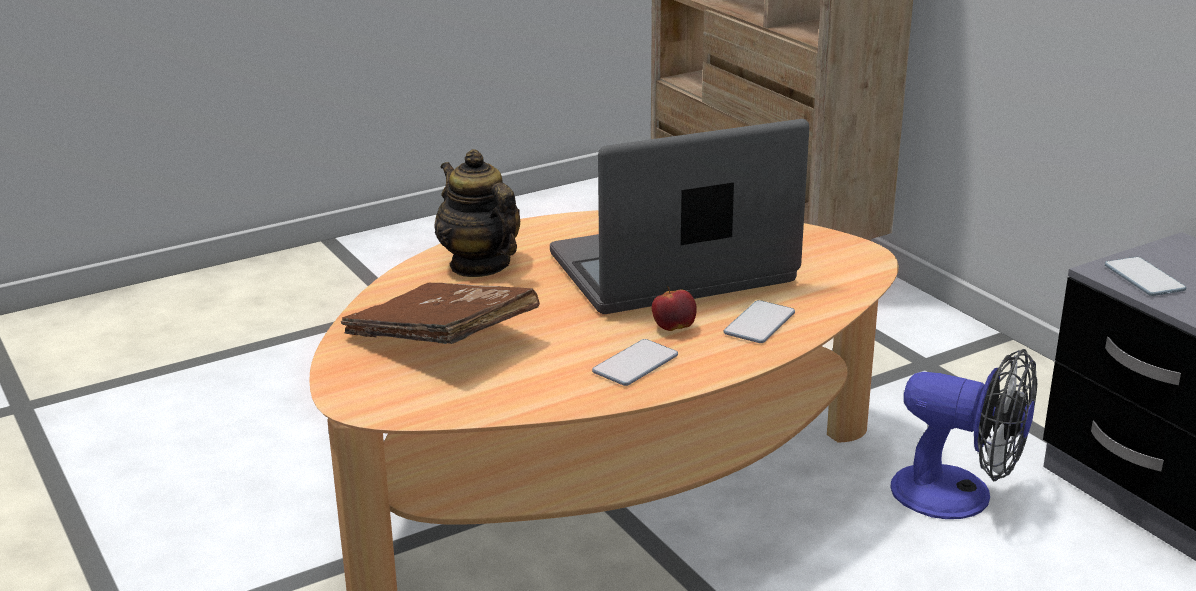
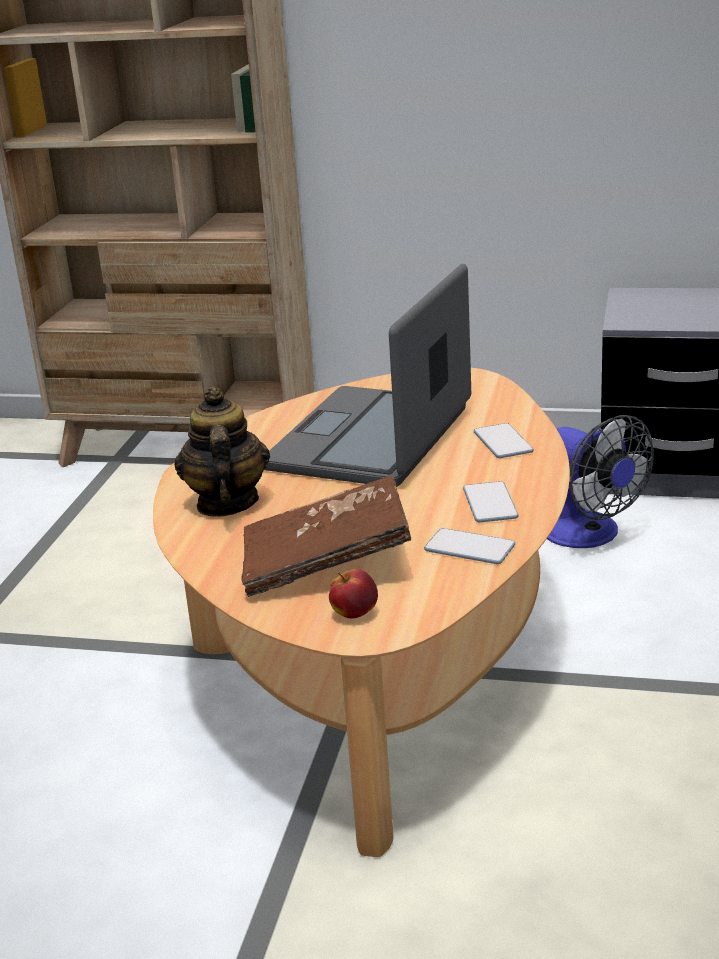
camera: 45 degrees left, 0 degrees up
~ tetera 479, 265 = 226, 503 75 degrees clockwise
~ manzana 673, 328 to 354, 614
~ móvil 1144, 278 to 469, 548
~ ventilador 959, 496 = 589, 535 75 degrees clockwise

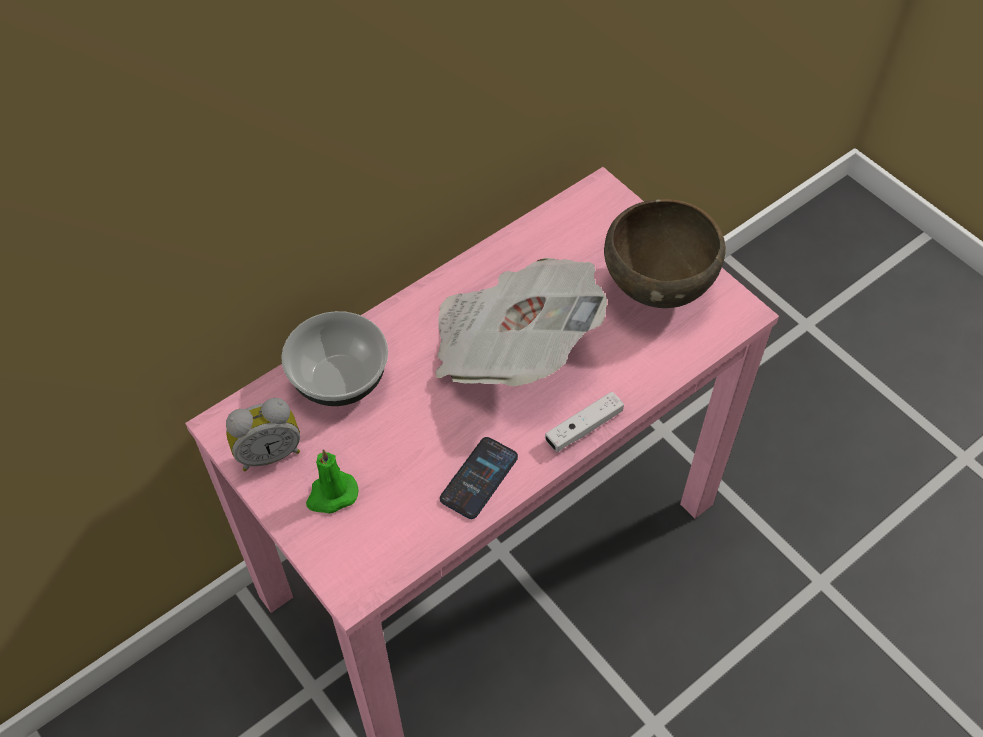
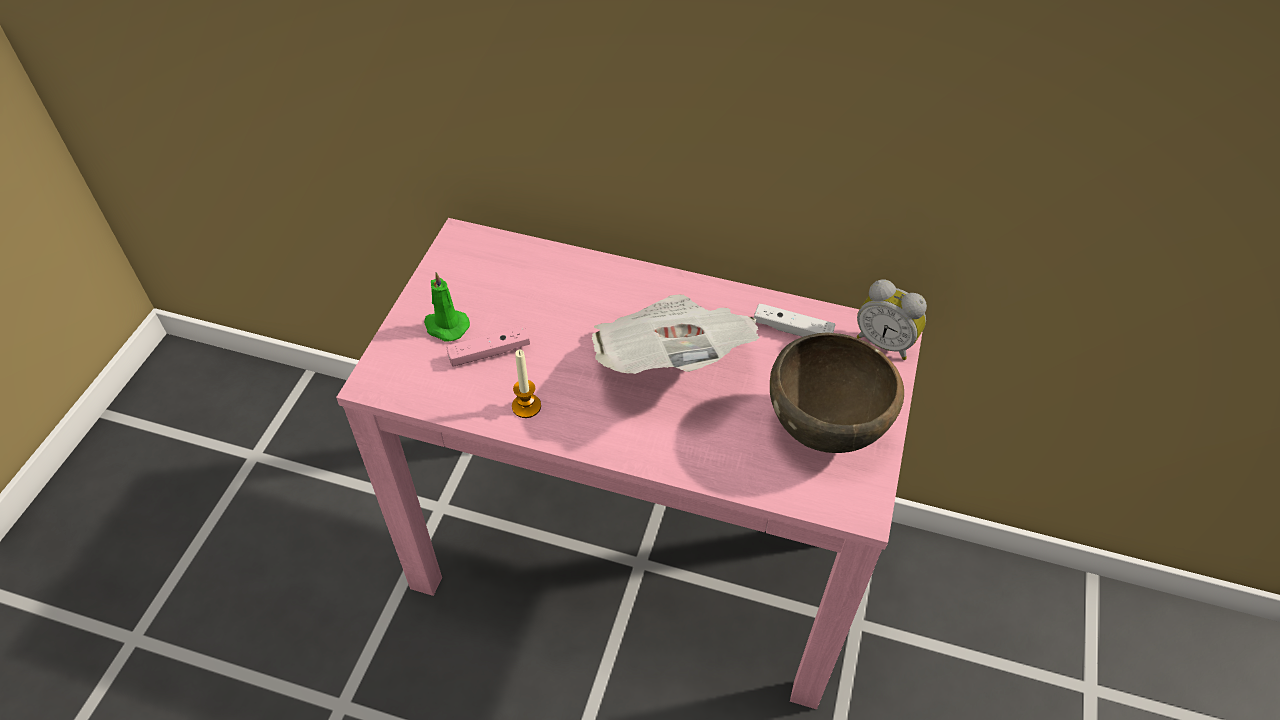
camera: 55 degrees right, 5 degrees down
+ mando de consola/rosa 489, 352
~ móvil 479, 478 to vela 526, 406
~ mando de consola/blanco 583, 428 to 792, 330
~ despertador 268, 452 to 885, 342
- cuenco 341, 379

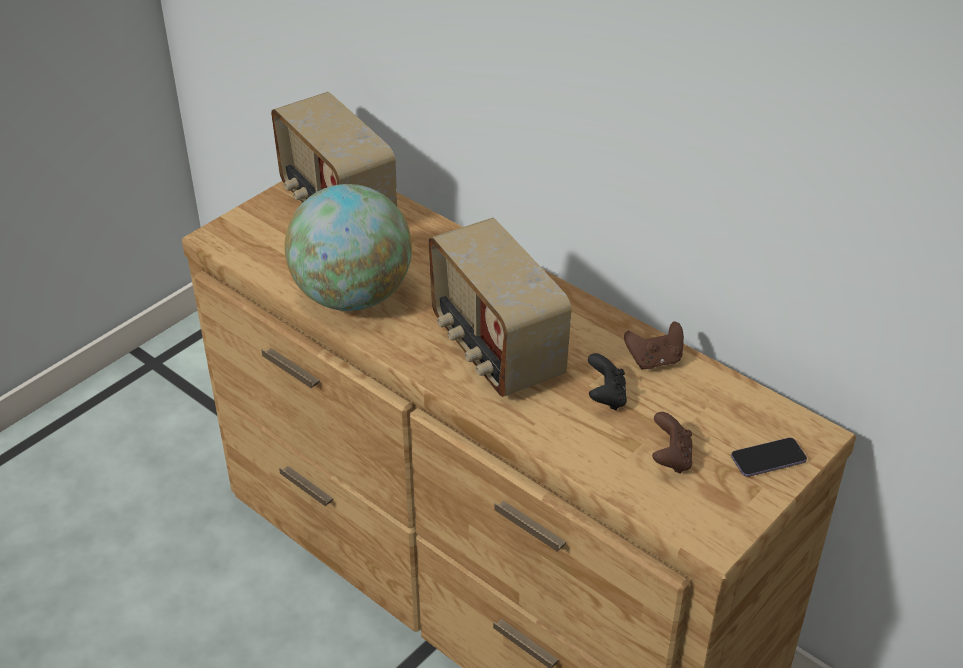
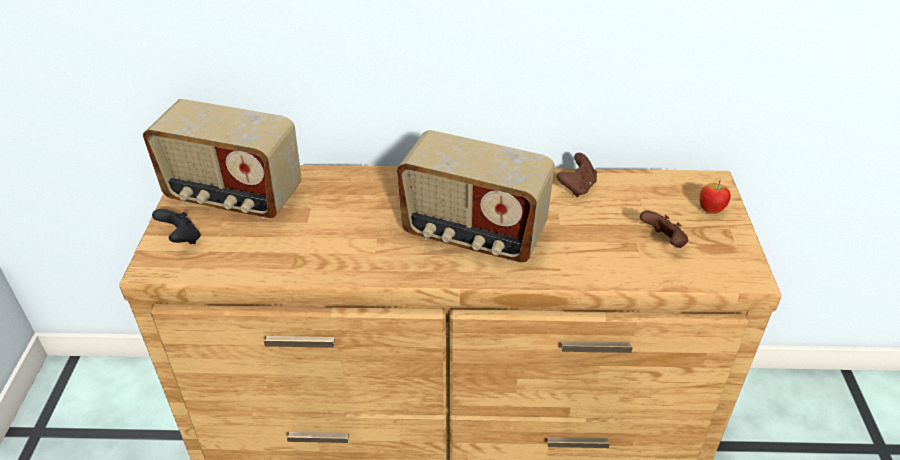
camera: 40 degrees left, 0 degrees up
~ mando de consola/negro 606, 397 to 181, 239
~ móvil 768, 459 to manzana 710, 210
- globo terráqueo 352, 296

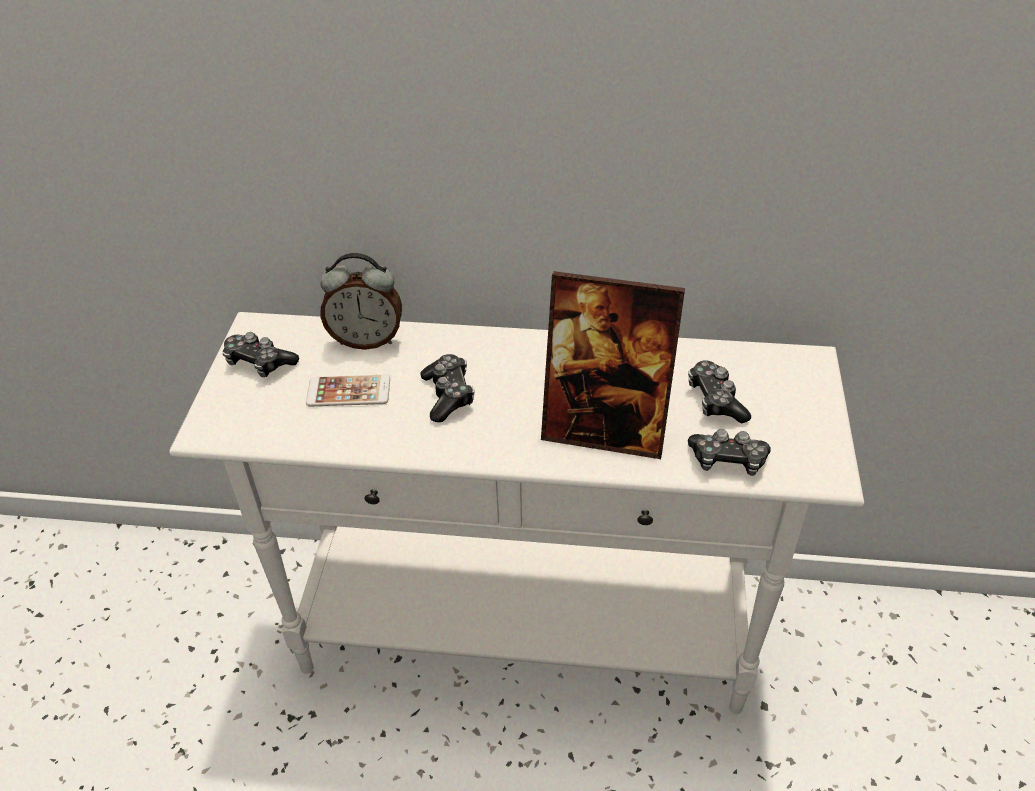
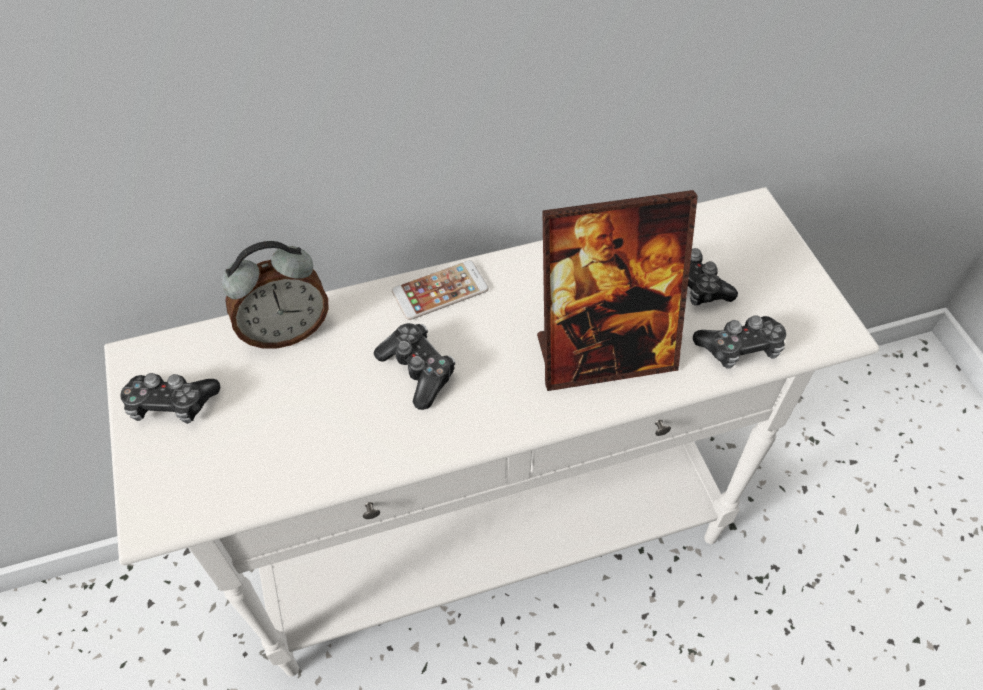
camera: 25 degrees left, 10 degrees up
~ móvil 348, 391 to 440, 290

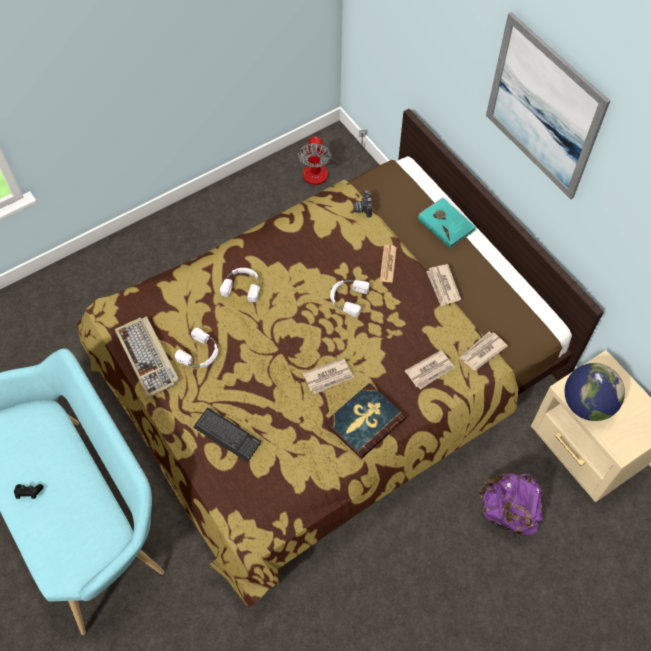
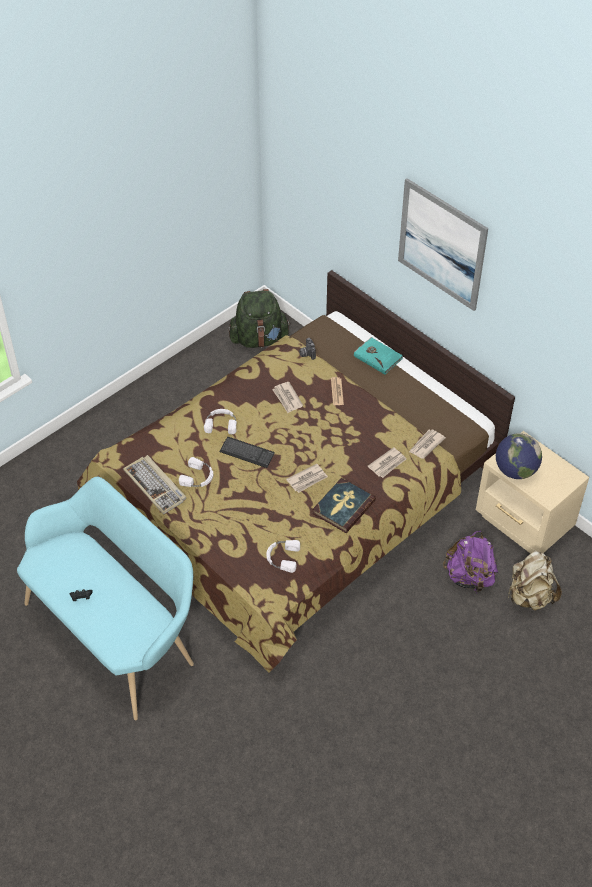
camera: 10 degrees left, 10 degrees down
~ teclado 227, 435 to 247, 453
~ ventilador 323, 170 to mochila/verde 259, 339
~ auriculares/blanco 347, 298 to 282, 557
~ periódico 443, 286 to 287, 398
+ mochila/beis 530, 596

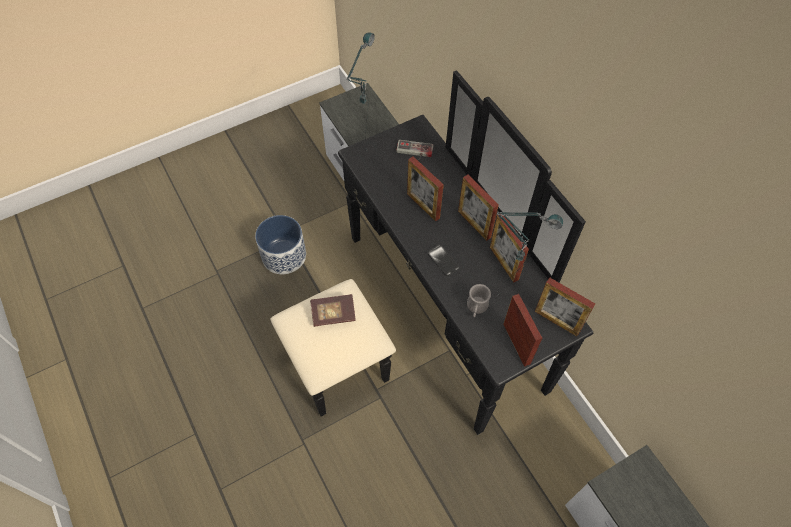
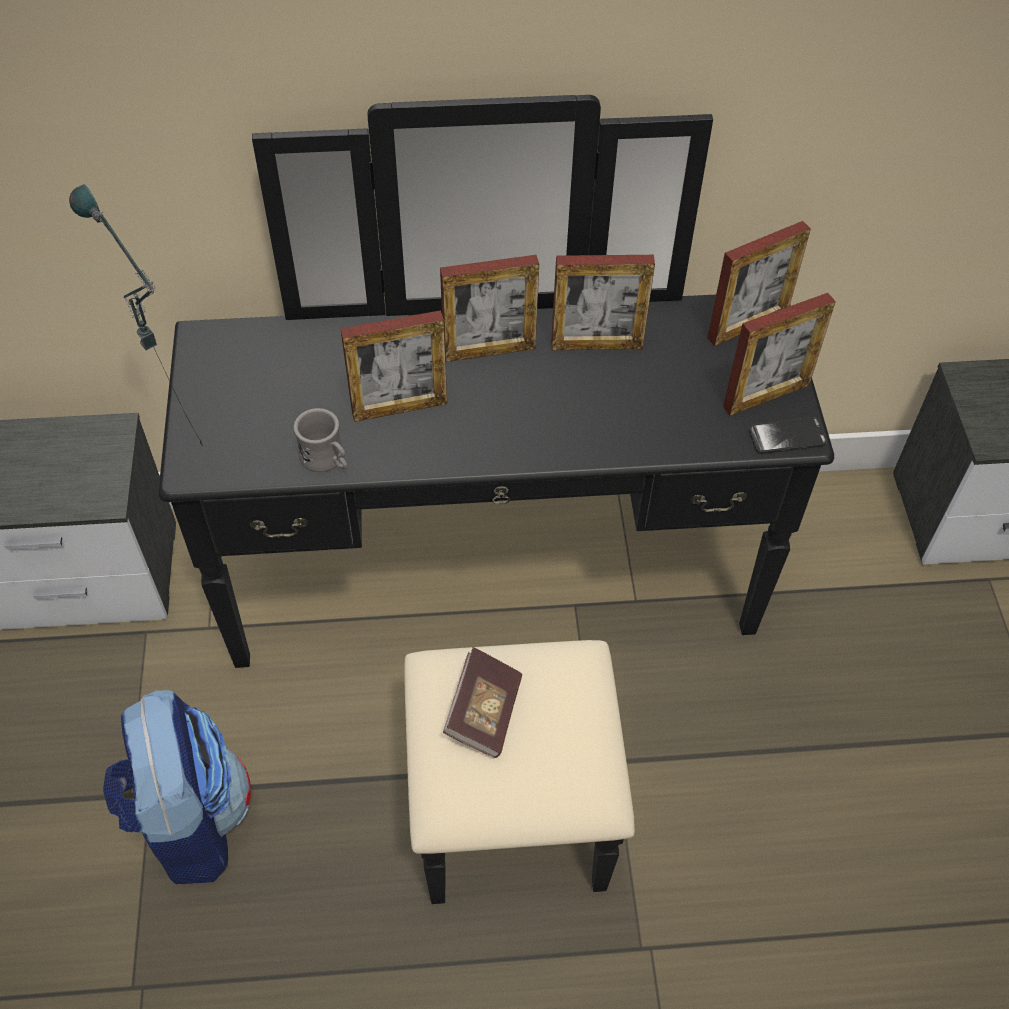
camera: 65 degrees left, 5 degrees down
~ maceta 284, 255 to mochila 189, 819
~ taza grande/gris 476, 308 to 327, 460
~ portarretratos 516, 344 = 766, 396 150 degrees clockwise
~ móvil 443, 261 to 787, 437
- mando de consola 414, 152
- lámpara de mesa 506, 292

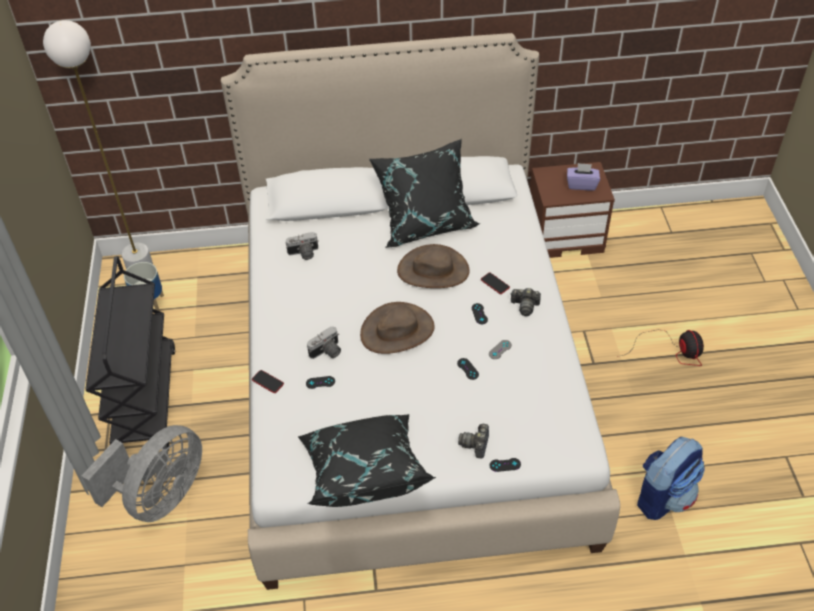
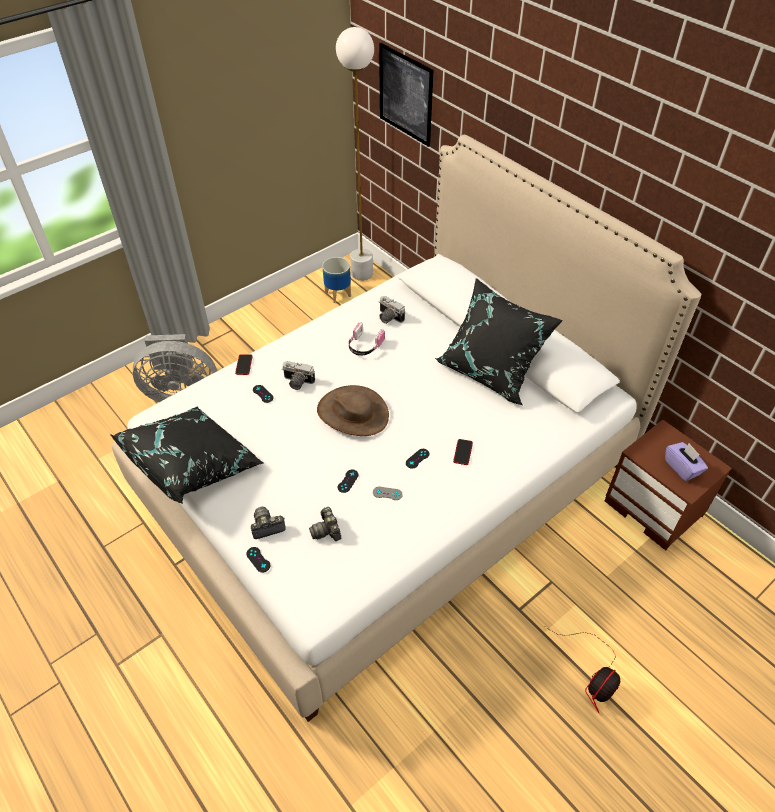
camera: 55 degrees right, 0 degrees up
~ cámara 525, 306 to 326, 530
+ auriculares 364, 346
+ cuadro 405, 95
- carrito/negro 144, 399
- sombrero/marrón 433, 270
- mochila 663, 496

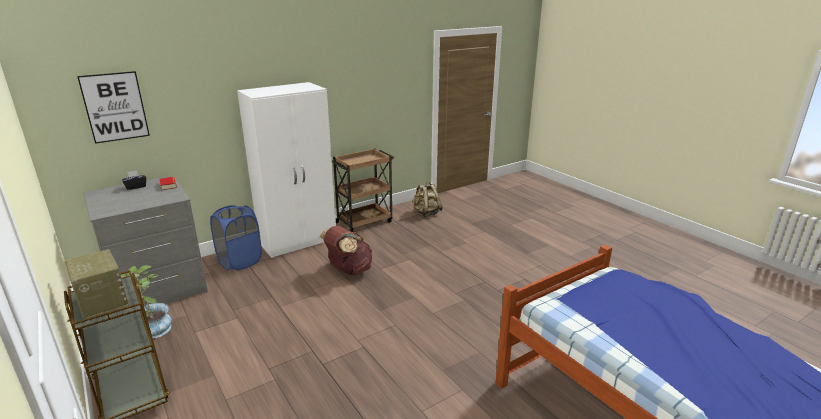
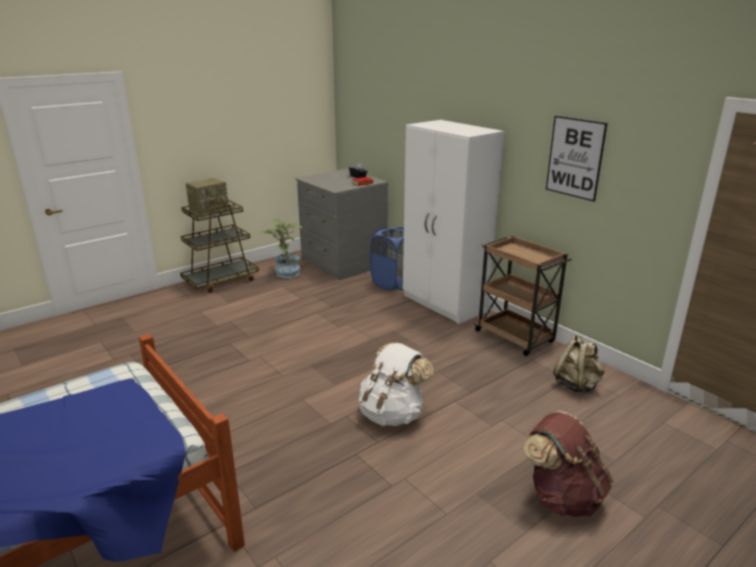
camera: 85 degrees right, 0 degrees up
+ mochila/blanco 392, 414
~ mochila/marrón 348, 270 to 562, 496
~ cuadro 115, 107 to 575, 158

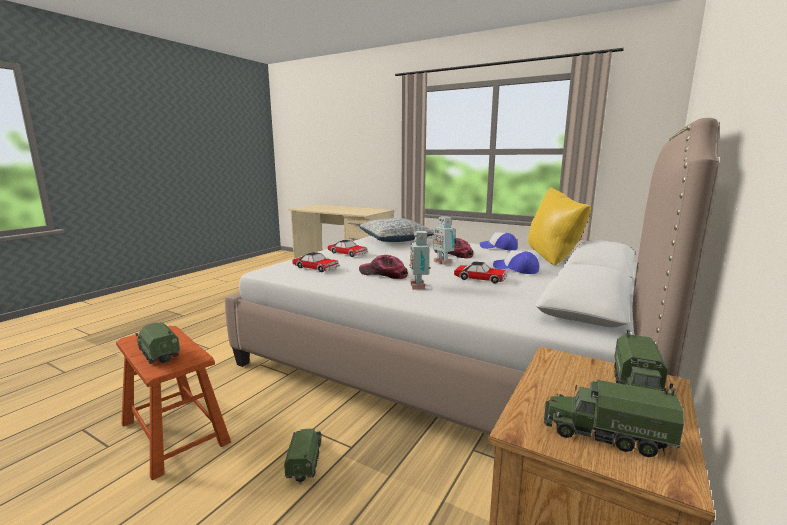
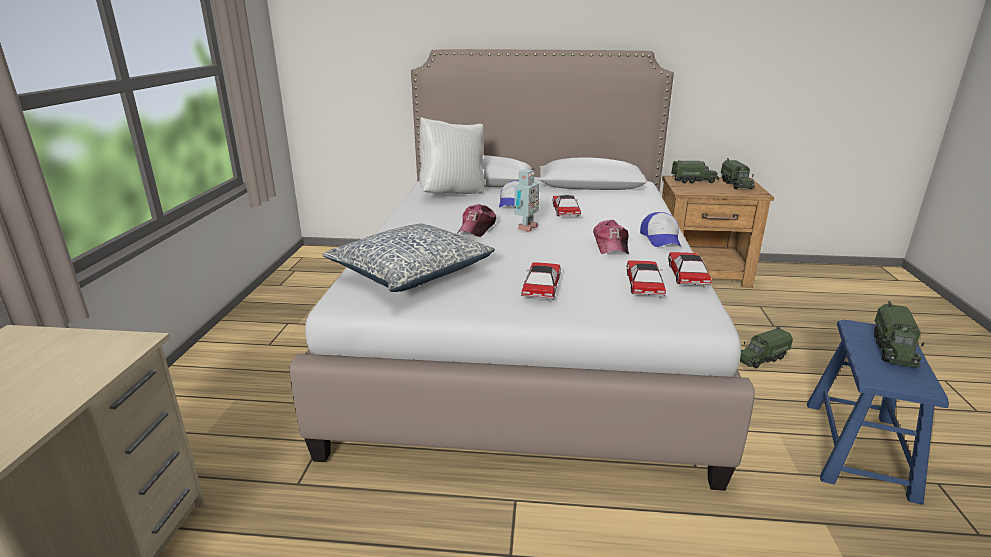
camera: 115 degrees left, 10 degrees up
~ cojín/amarillo 553, 259 to cojín/blanco 453, 194
~ gorra 498, 248 to 661, 238
+ coche de juguete 687, 275
~ taburete/marrón 174, 433 to taburete/azul 858, 448
- robot de juguete 419, 286

